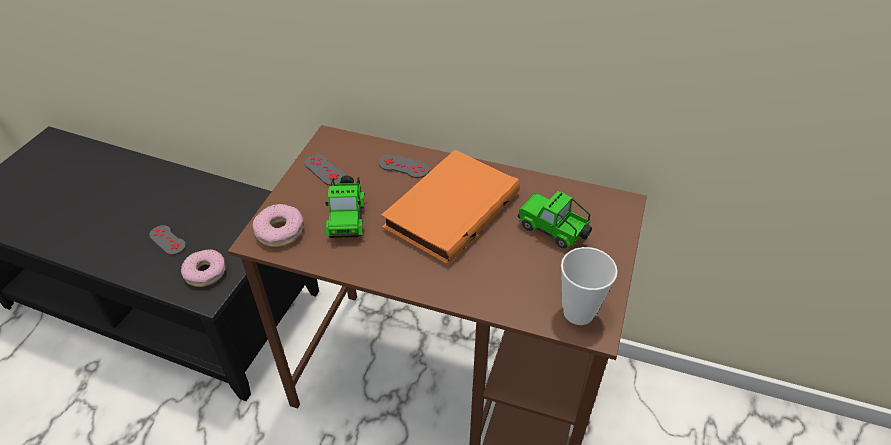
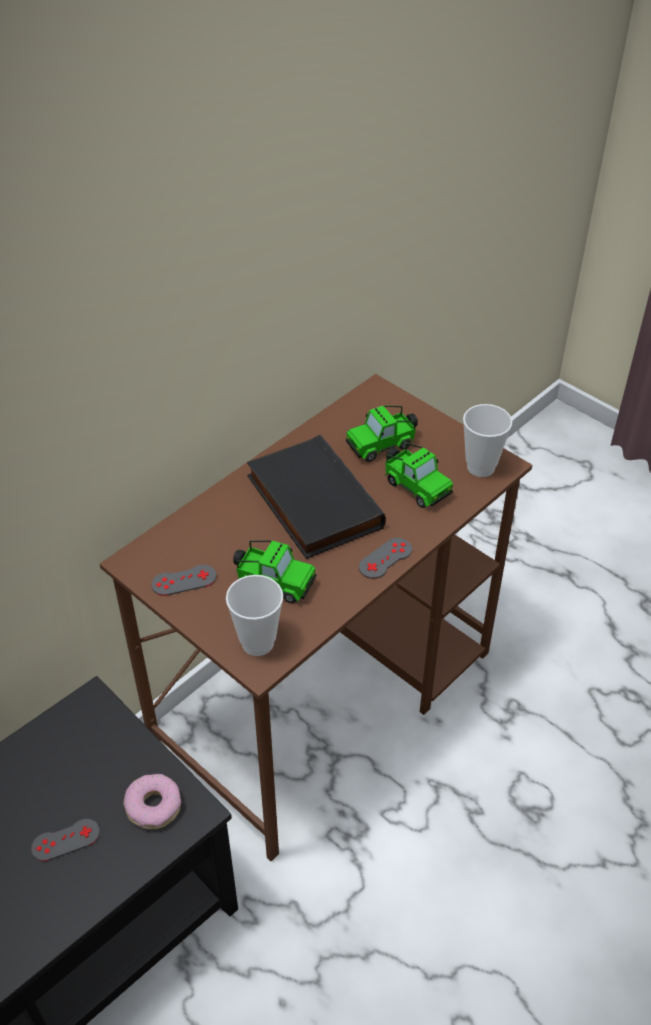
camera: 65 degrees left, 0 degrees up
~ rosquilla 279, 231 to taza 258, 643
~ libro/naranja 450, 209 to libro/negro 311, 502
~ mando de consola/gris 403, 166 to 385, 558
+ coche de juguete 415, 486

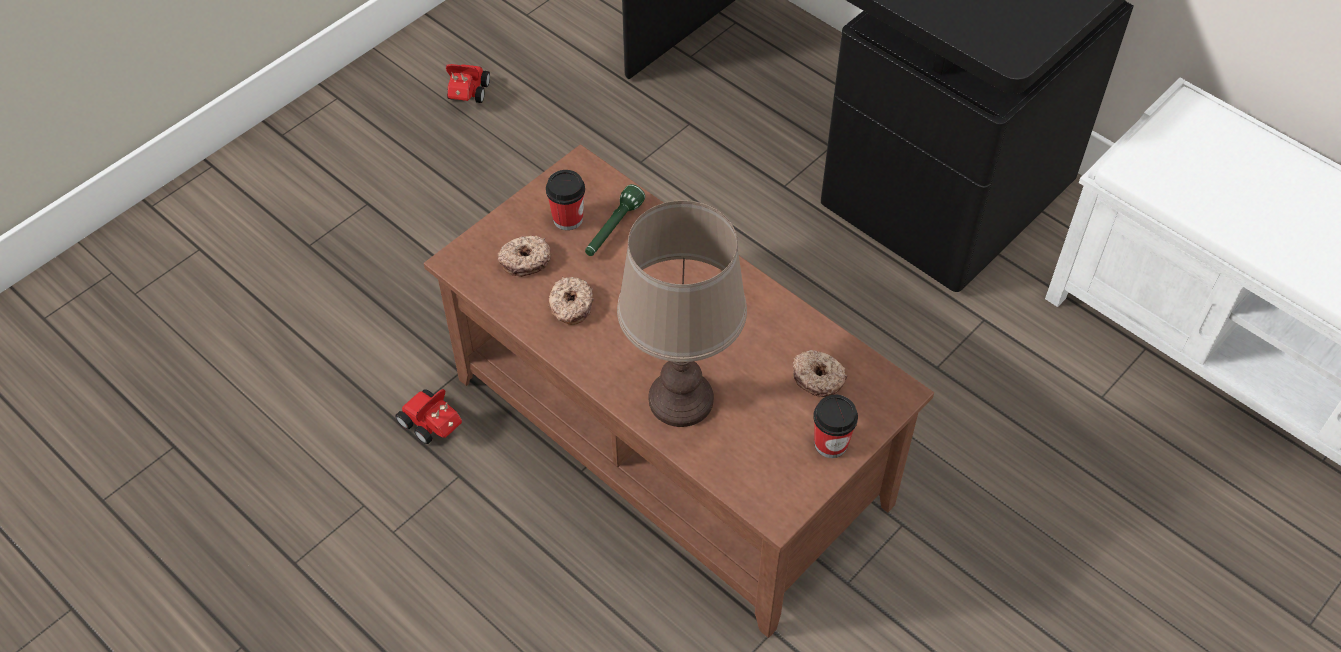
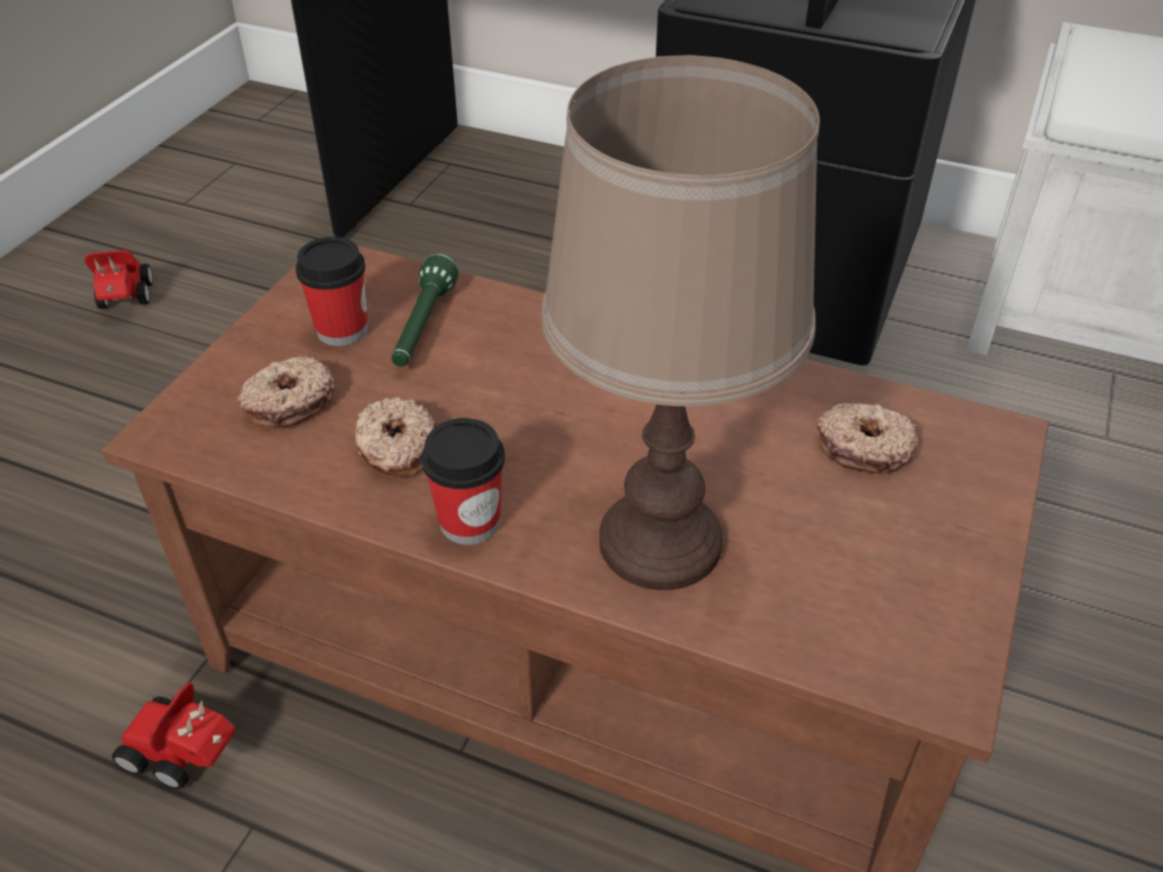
camera: 20 degrees left, 10 degrees down
~ taza 831, 443 to 469, 522

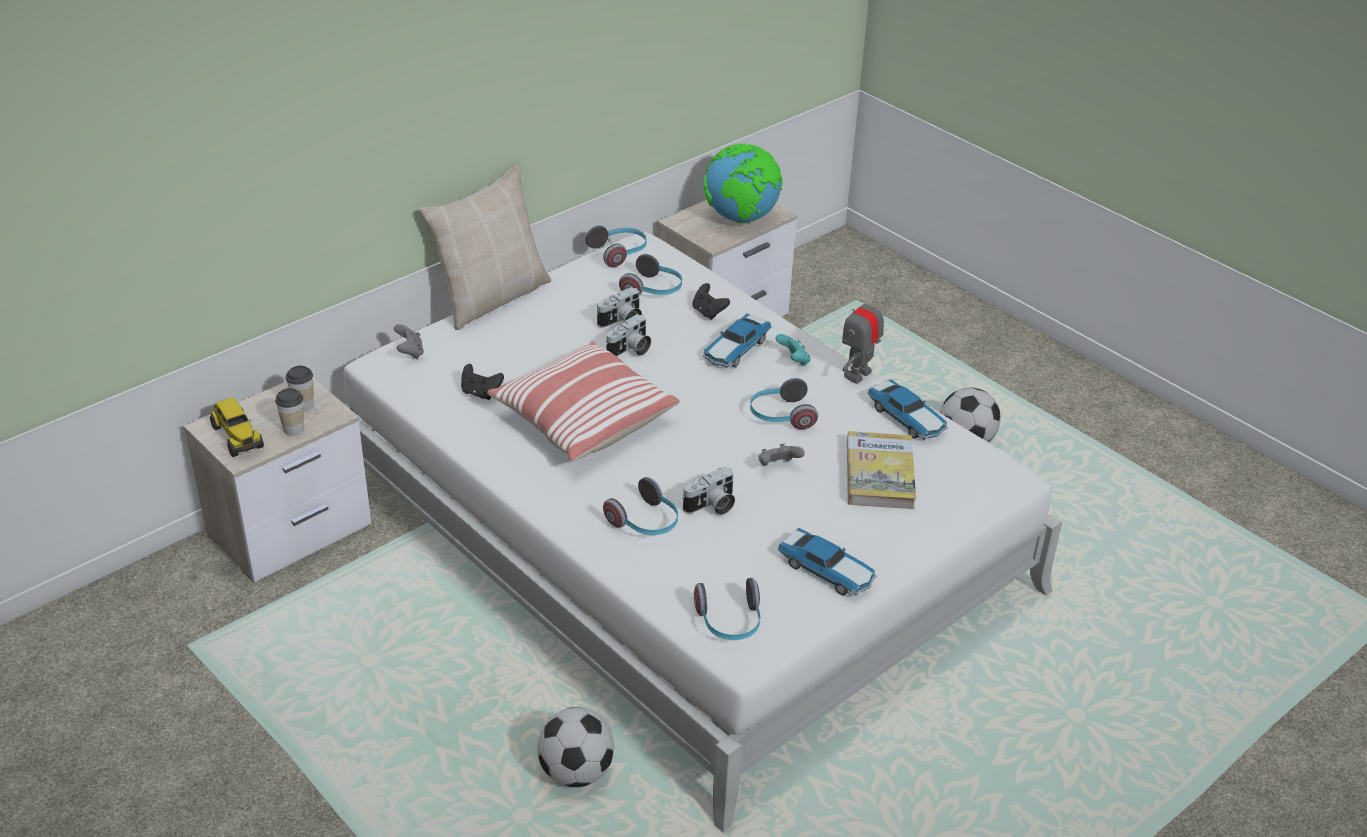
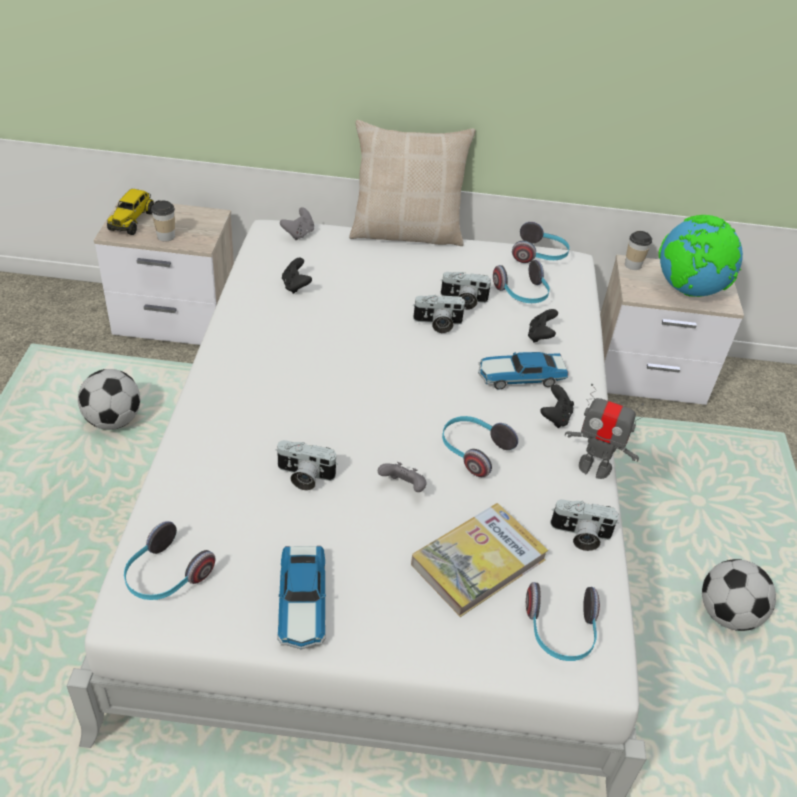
camera: 45 degrees right, 5 degrees up
~ balón de fútbol 575, 772 to 113, 420
~ auriculares 645, 523 to 560, 632
~ mando de consola/turquesa 793, 361 to mando de consola/negro 555, 417
~ coche de juguete 907, 419 to cámara 580, 535
~ robot de juguete 858, 374 = 594, 467 150 degrees counterclockwise
~ taza 303, 406 to 633, 265
- cojín 582, 419

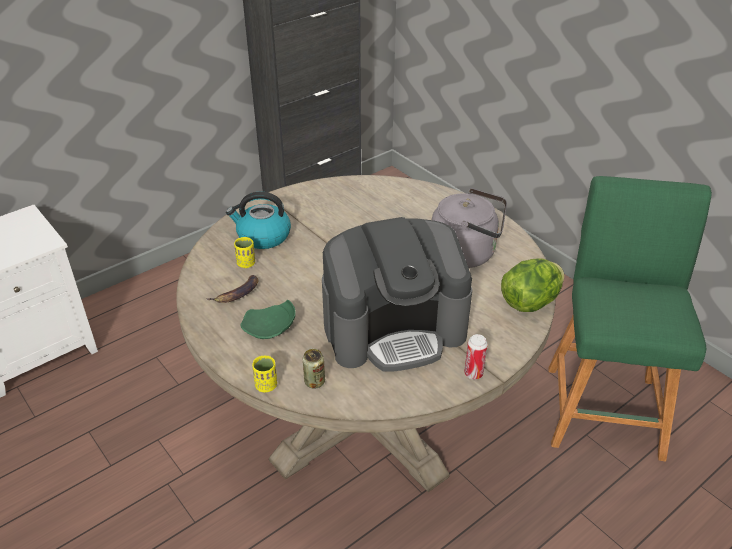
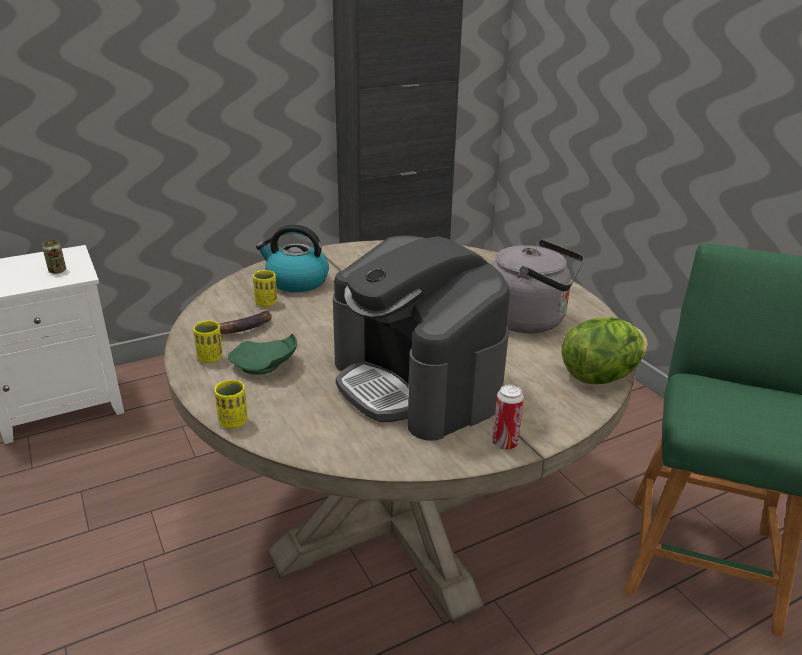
camera: 10 degrees right, 10 degrees down
~ lata 314, 382 to 57, 271
+ taza/amarillo 210, 358
~ cafetera 394, 328 = 416, 383 60 degrees clockwise

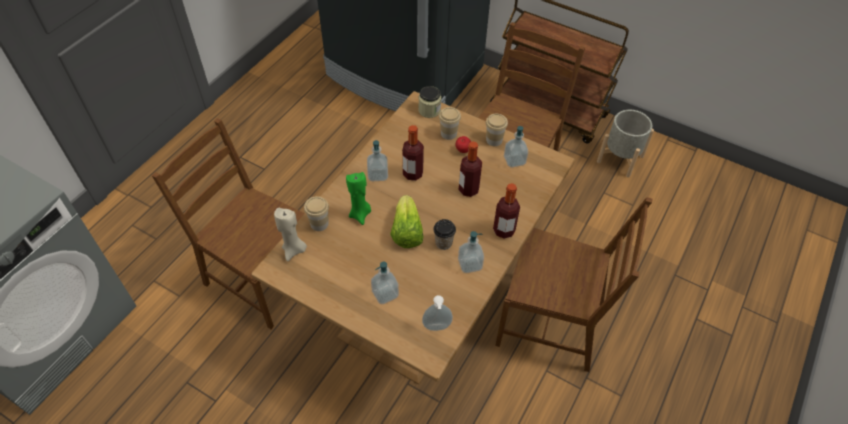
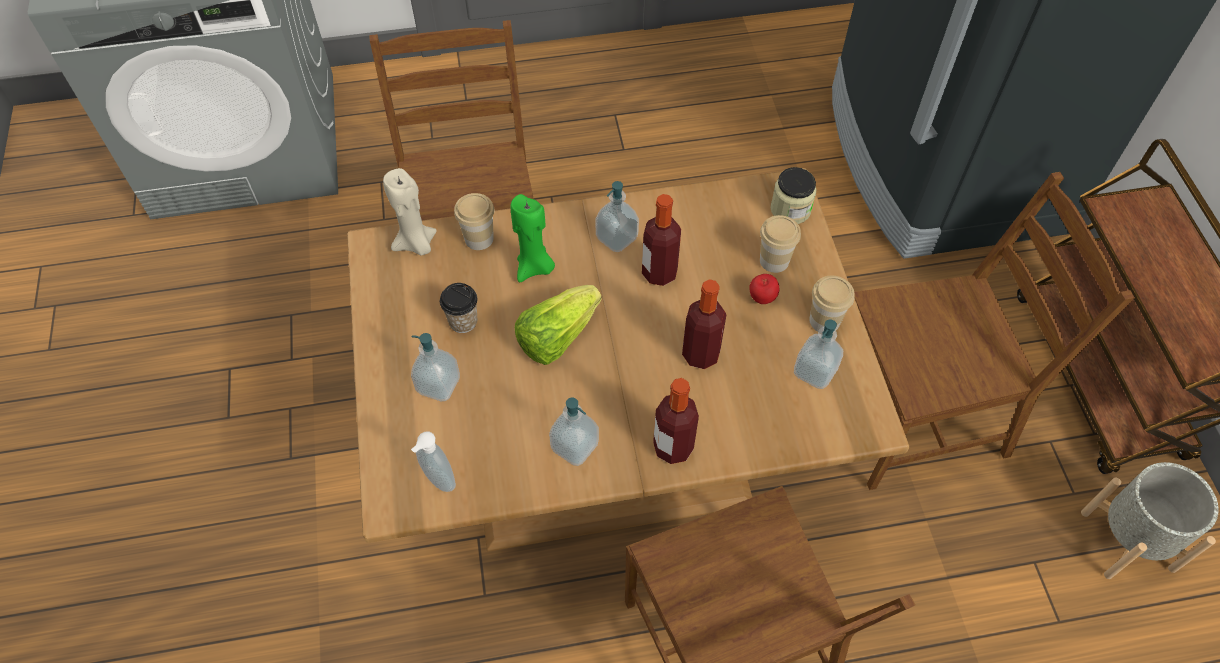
camera: 50 degrees right, 5 degrees up
~ taza 443, 243 to 463, 321

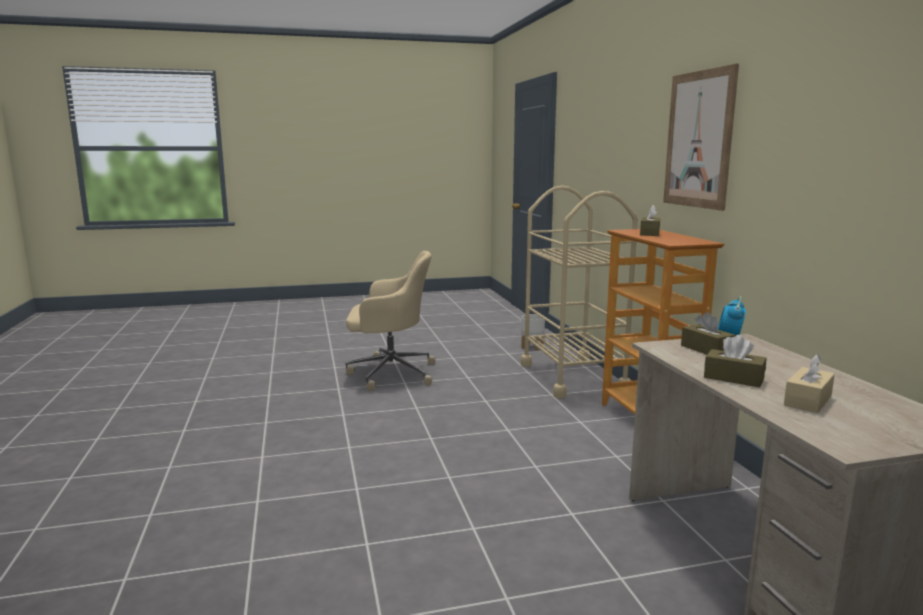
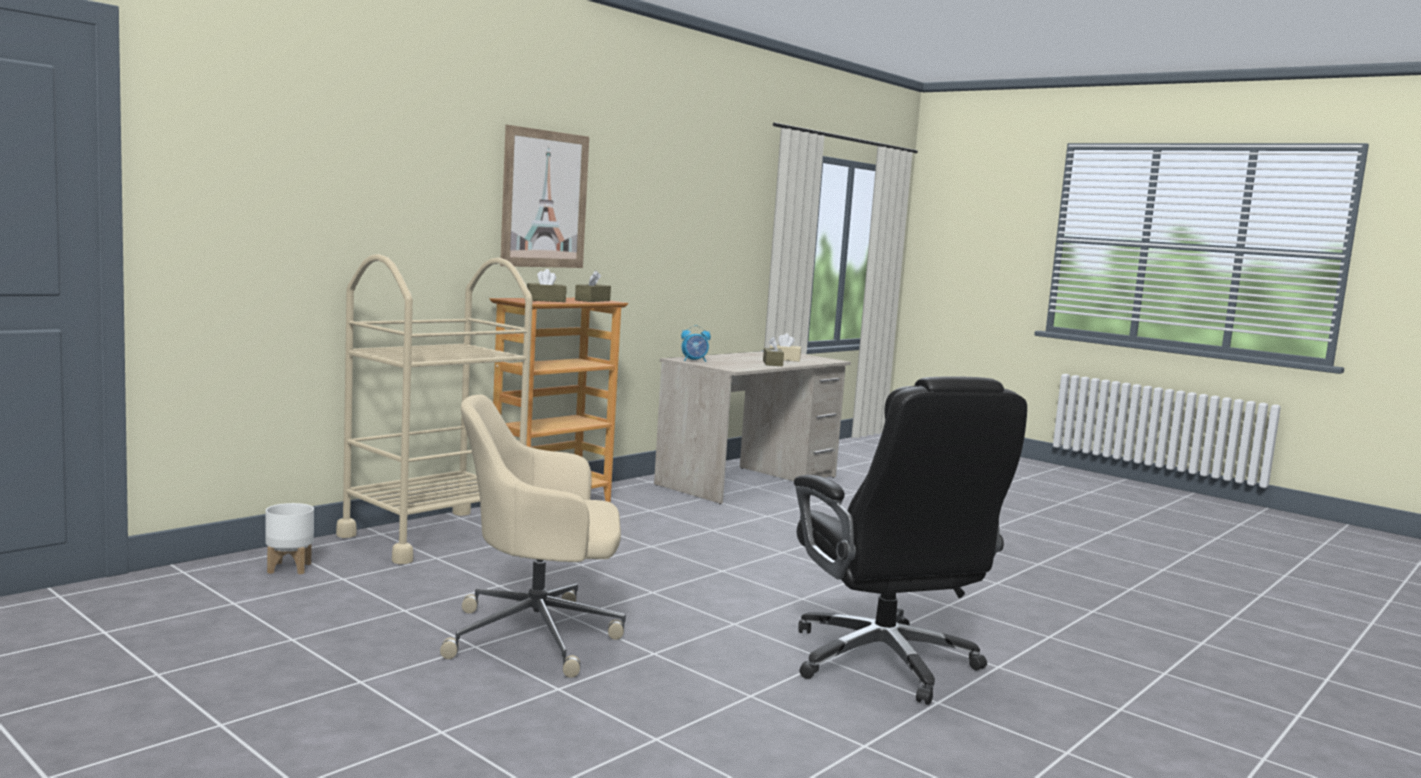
camera: 125 degrees left, 5 degrees down
~ silla de oficina/beis 390, 373 = 538, 636 60 degrees counterclockwise
~ caja de pañuelos/marrón 706, 350 to 592, 300
+ silla de oficina/negro 885, 663

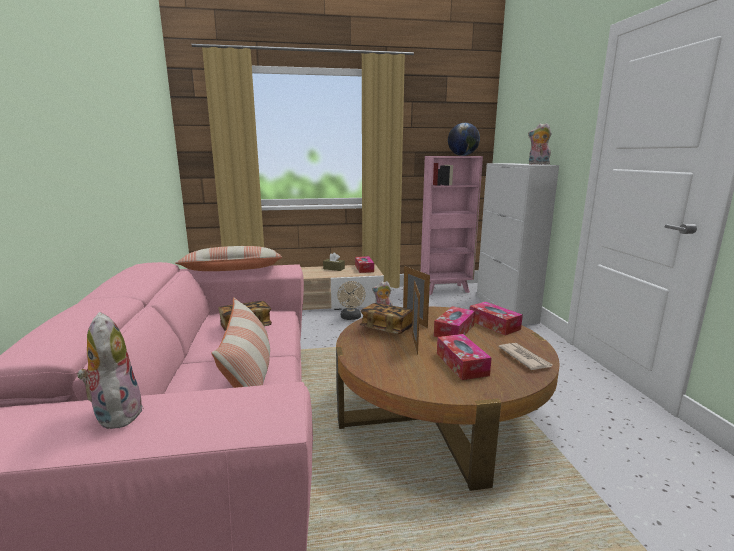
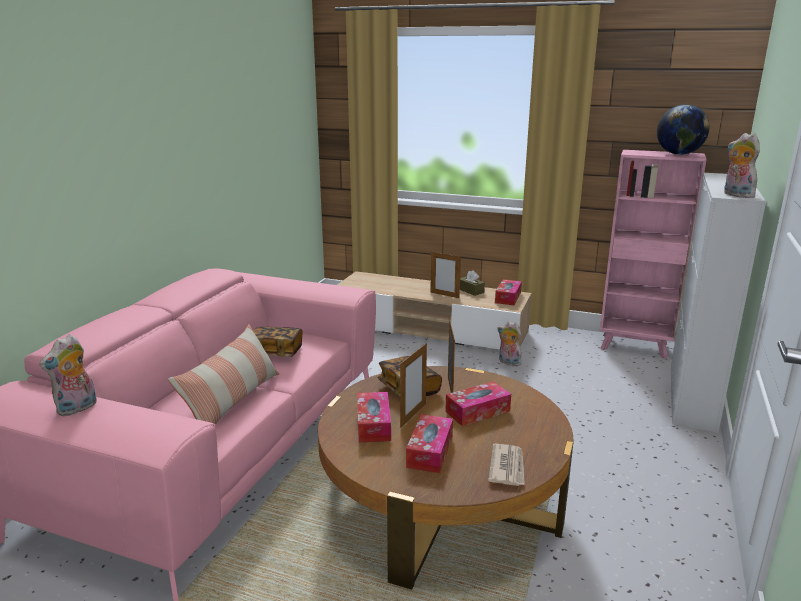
camera: 30 degrees right, 5 degrees up
~ peluche 115, 413 = 77, 409 150 degrees counterclockwise
~ caja de pañuelos 494, 324 to 373, 425
+ portarretratos 444, 295
- cojín 232, 270
- ventilador/beis 351, 318

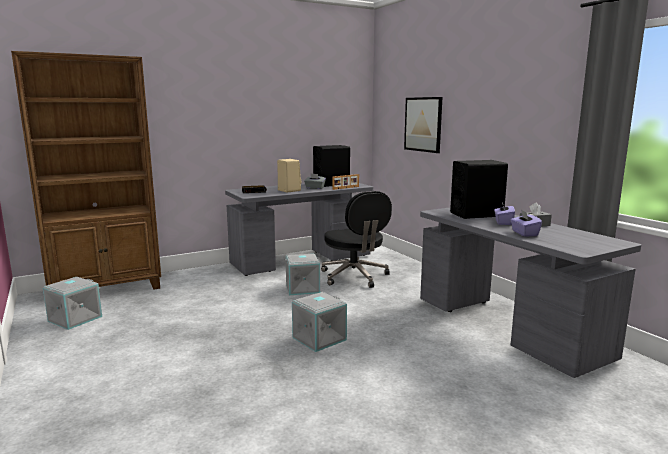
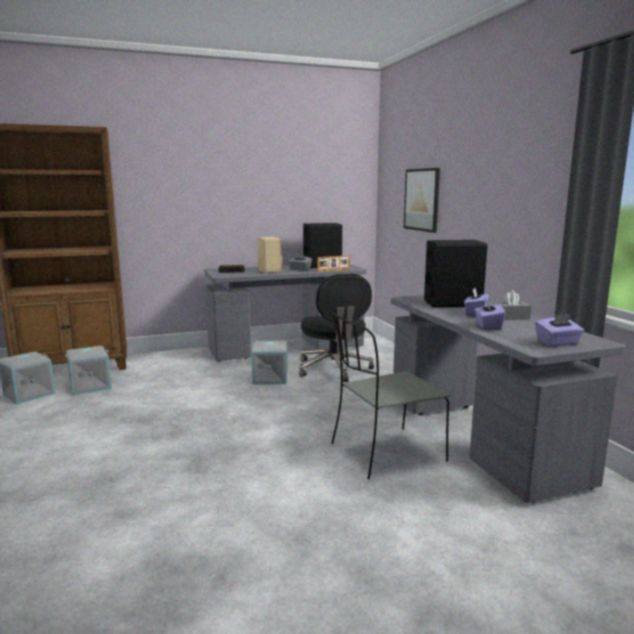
camera: 10 degrees right, 0 degrees up
~ caja de almacenaje/gris 319, 338 to 90, 386
+ silla/gris 385, 453
+ caja de pañuelos/morado 557, 343

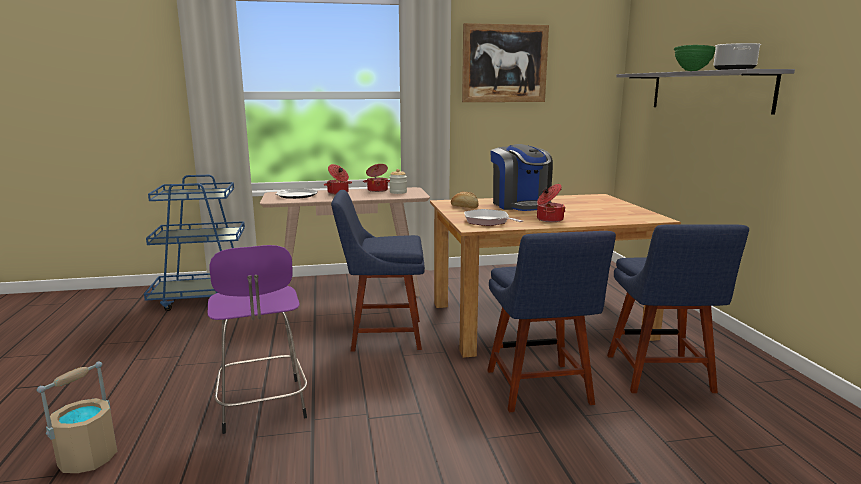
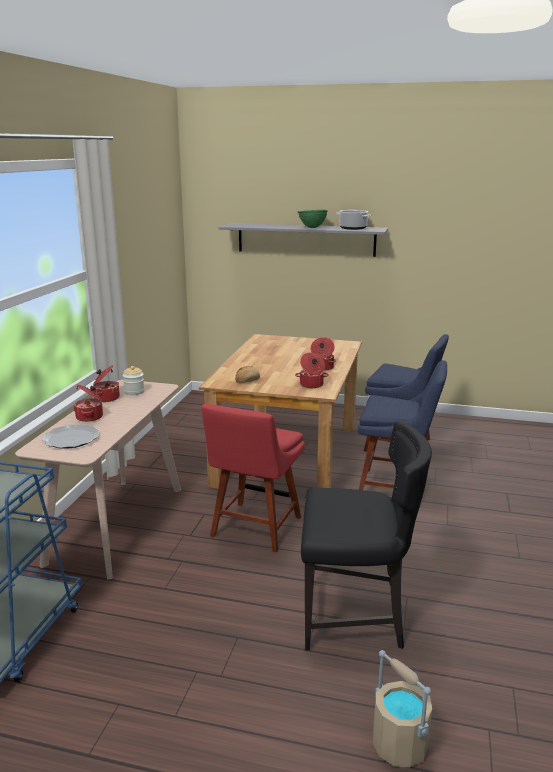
camera: 65 degrees left, 5 degrees up
~ silla/azul 382, 335 to silla/rojo 254, 529
~ sartén 488, 222 to olla 311, 385
~ taburete/morado 263, 407 to silla/negro 355, 619
- cuadro 504, 63
- cafetera 521, 205

